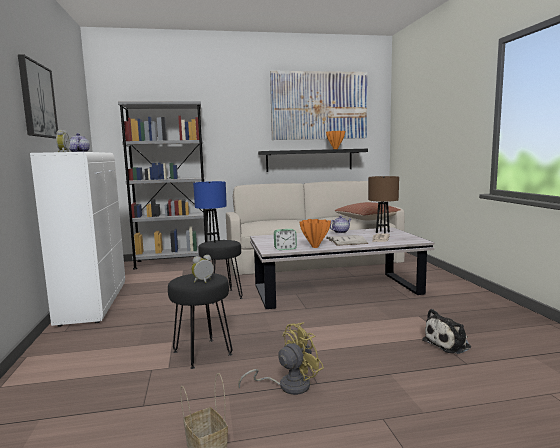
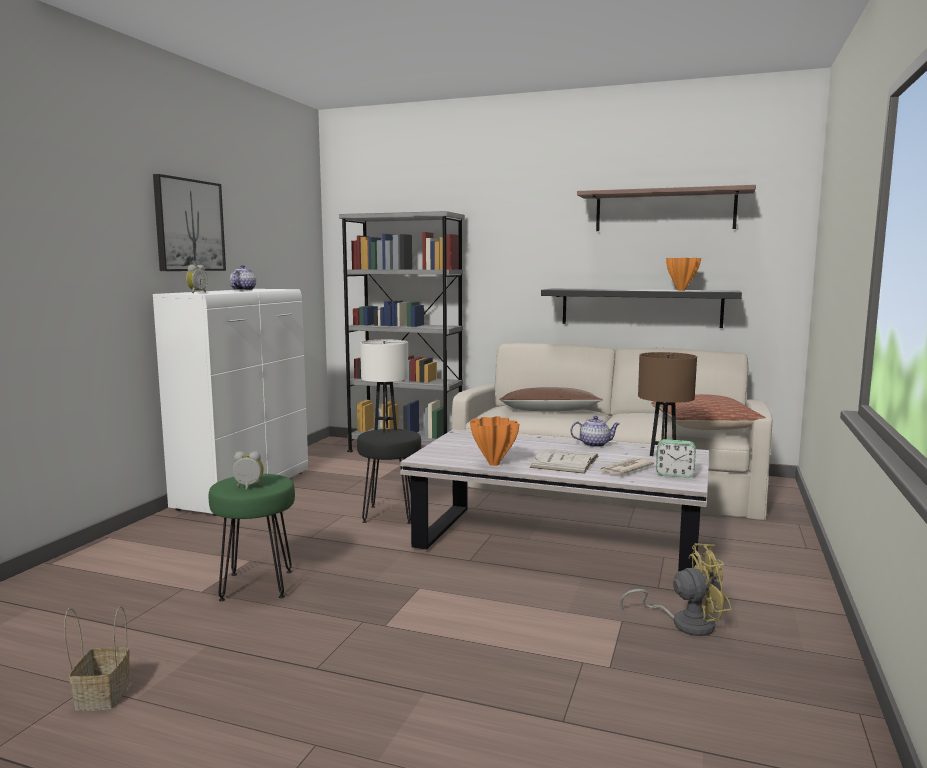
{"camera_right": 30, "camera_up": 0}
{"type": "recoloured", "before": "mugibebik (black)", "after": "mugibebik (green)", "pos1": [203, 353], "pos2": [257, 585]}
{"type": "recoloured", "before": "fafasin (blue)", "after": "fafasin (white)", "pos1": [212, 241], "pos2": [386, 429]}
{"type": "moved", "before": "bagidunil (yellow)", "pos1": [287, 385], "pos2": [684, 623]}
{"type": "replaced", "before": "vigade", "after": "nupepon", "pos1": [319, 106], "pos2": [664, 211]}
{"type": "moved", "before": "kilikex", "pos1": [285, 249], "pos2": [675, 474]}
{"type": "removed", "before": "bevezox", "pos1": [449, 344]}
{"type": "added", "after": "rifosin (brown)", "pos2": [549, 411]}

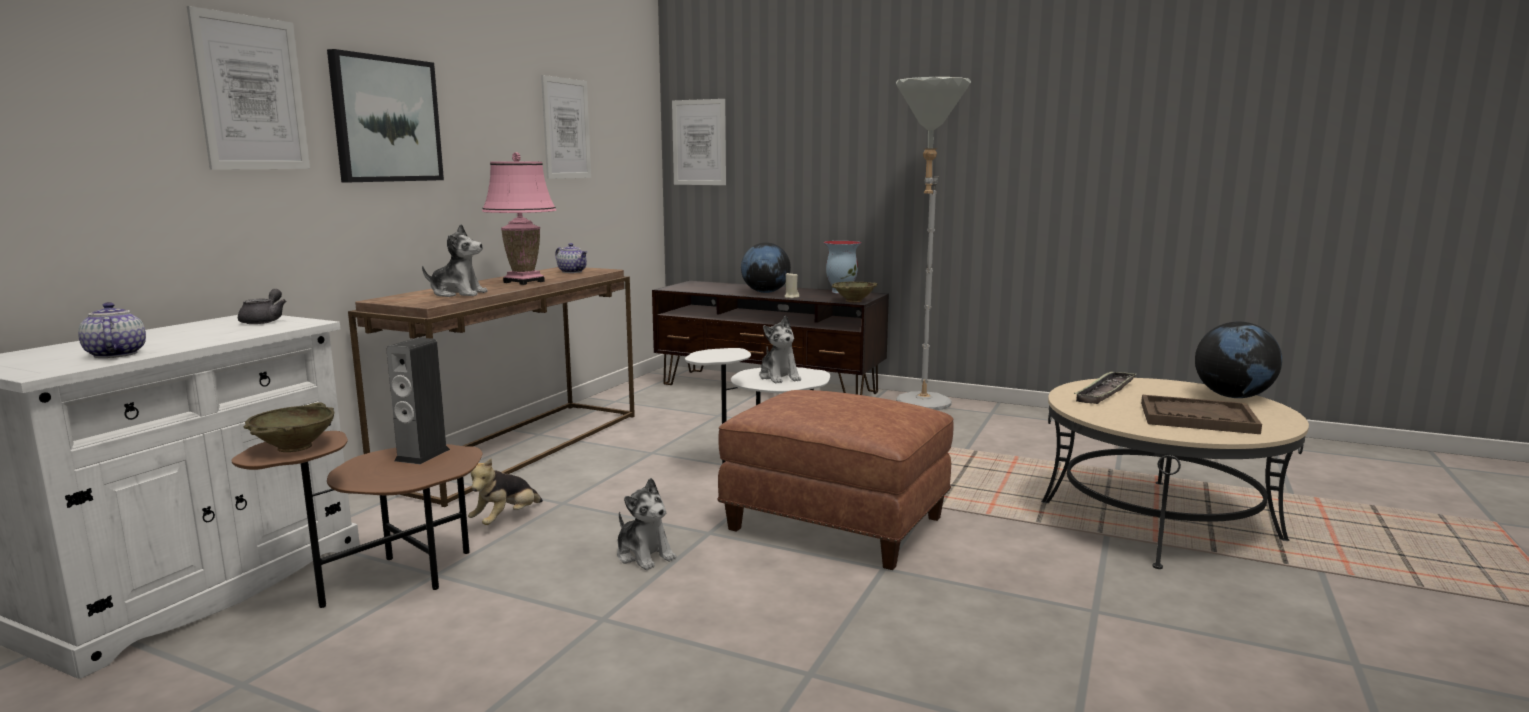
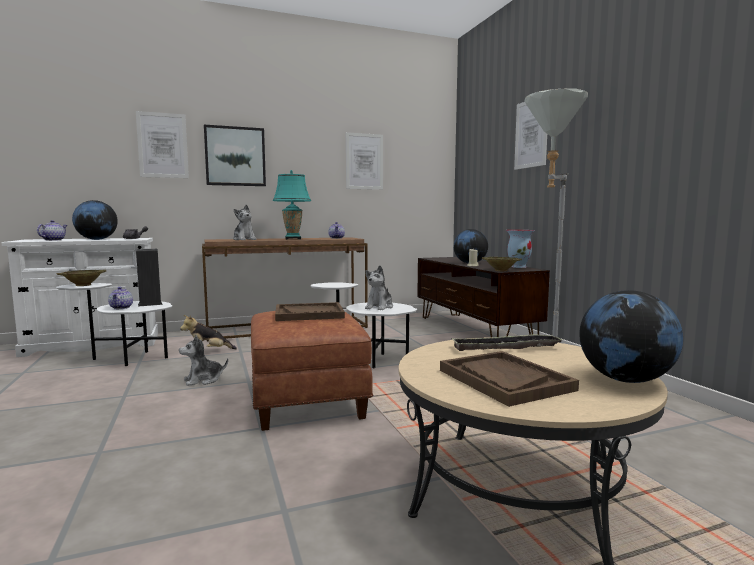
{"camera_right": 45, "camera_up": -5}
{"type": "recoloured", "before": "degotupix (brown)", "after": "degotupix (white)", "pos1": [391, 581], "pos2": [126, 359]}
{"type": "recoloured", "before": "fafasin (pink)", "after": "fafasin (turquoise)", "pos1": [524, 282], "pos2": [293, 239]}
{"type": "turned", "before": "bevezox", "pos1": [644, 555], "pos2": [203, 380], "turn": 60}
{"type": "moved", "before": "vigade", "pos1": [699, 142], "pos2": [531, 133]}
{"type": "added", "after": "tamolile", "pos2": [96, 239]}
{"type": "added", "after": "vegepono", "pos2": [122, 308]}
{"type": "added", "after": "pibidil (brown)", "pos2": [309, 314]}

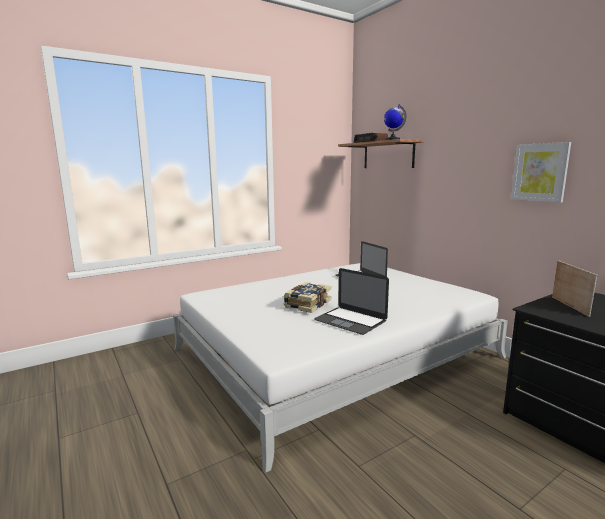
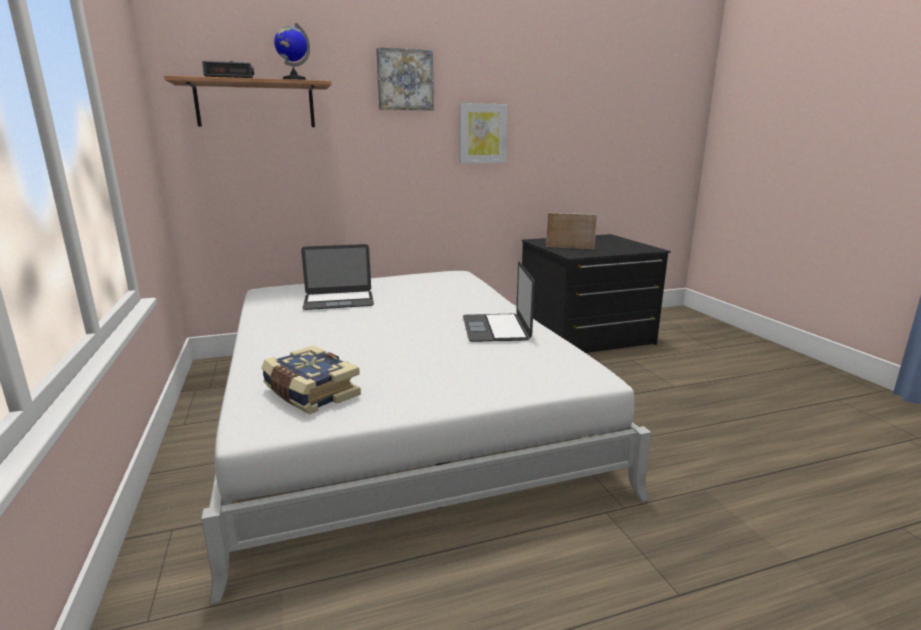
{"camera_right": -75, "camera_up": 5}
{"type": "moved", "before": "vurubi", "pos1": [307, 304], "pos2": [310, 393]}
{"type": "turned", "before": "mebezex", "pos1": [350, 320], "pos2": [496, 328], "turn": 120}
{"type": "added", "after": "vigade", "pos2": [404, 80]}

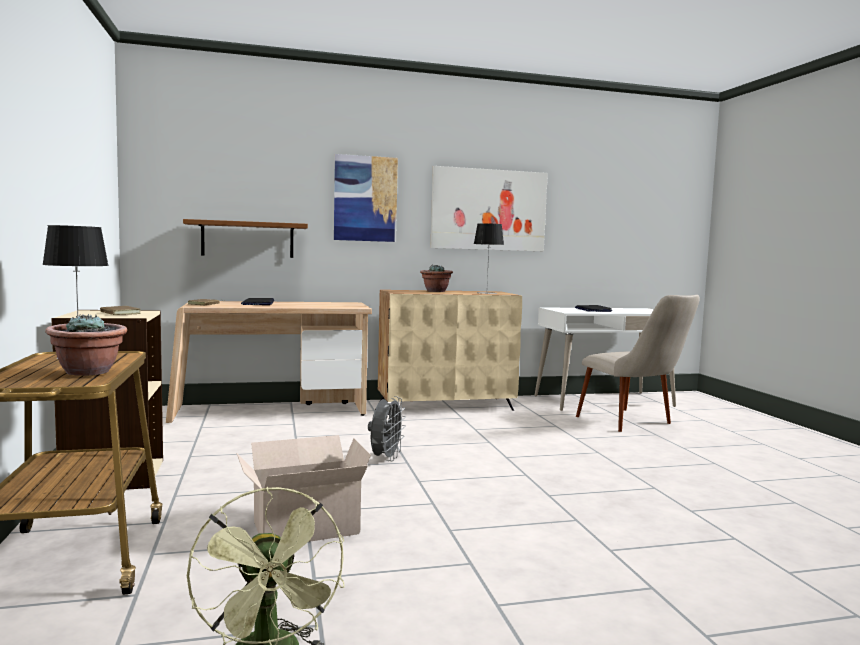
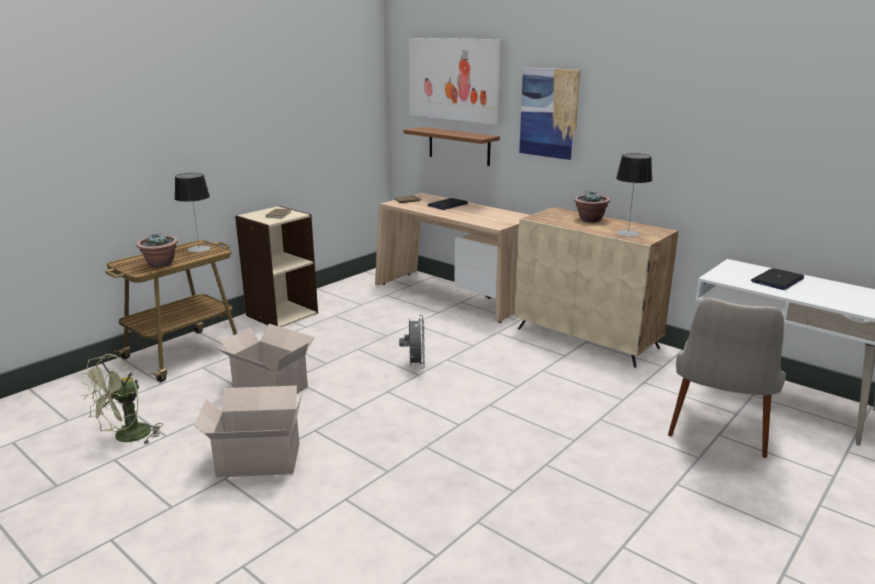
{"camera_right": 55, "camera_up": 15}
{"type": "turned", "before": "bagidunil (grey)", "pos1": [385, 458], "pos2": [415, 365], "turn": -75}
{"type": "moved", "before": "vigade", "pos1": [488, 210], "pos2": [454, 79]}
{"type": "added", "after": "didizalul", "pos2": [256, 460]}

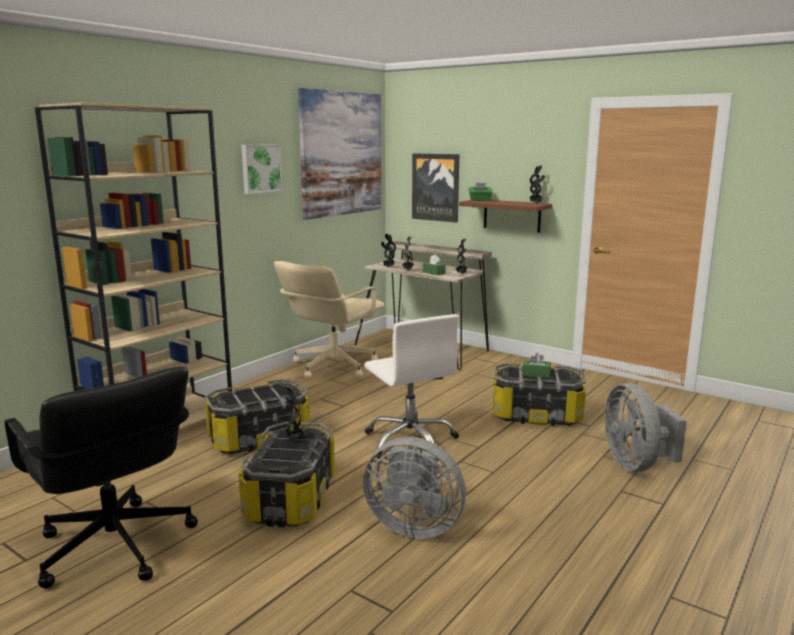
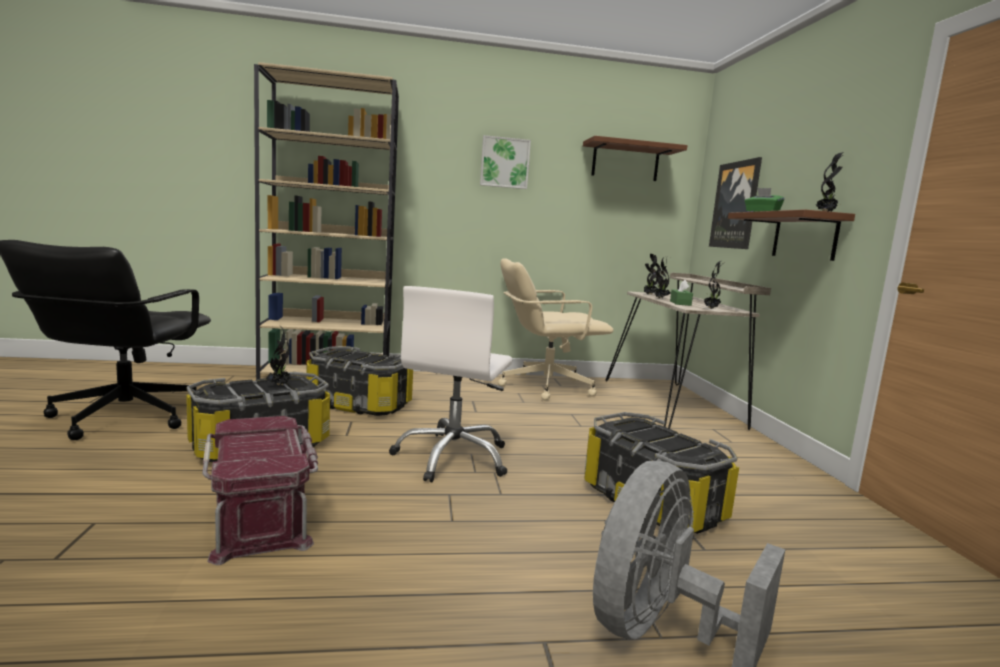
{"camera_right": 45, "camera_up": -5}
{"type": "replaced", "before": "vigade", "after": "nupepon (brown)", "pos1": [341, 154], "pos2": [625, 162]}
{"type": "replaced", "before": "bagidunil (grey)", "after": "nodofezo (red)", "pos1": [413, 526], "pos2": [262, 514]}
{"type": "removed", "before": "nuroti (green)", "pos1": [536, 374]}

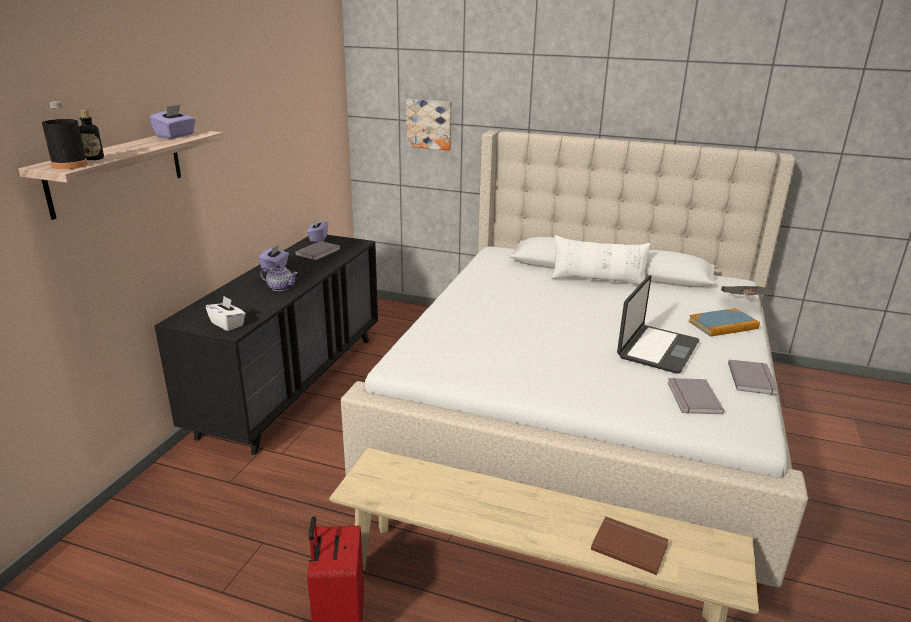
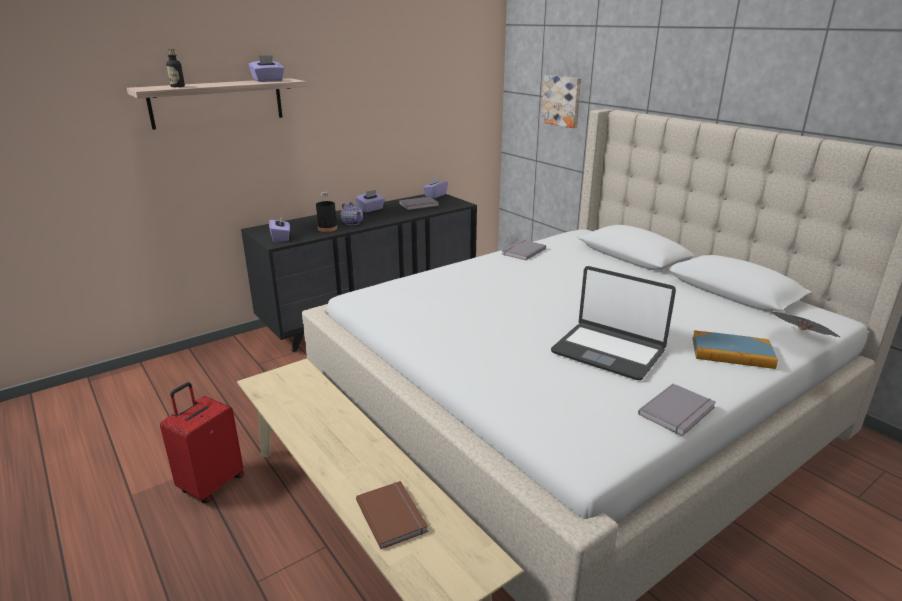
{"camera_right": 35, "camera_up": 0}
{"type": "moved", "before": "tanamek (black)", "pos1": [70, 165], "pos2": [327, 228]}
{"type": "recoloured", "before": "nuroti (white)", "after": "nuroti (purple)", "pos1": [227, 324], "pos2": [281, 238]}
{"type": "removed", "before": "rifosin (white)", "pos1": [597, 280]}
{"type": "turned", "before": "mebezex", "pos1": [657, 349], "pos2": [608, 351], "turn": 60}
{"type": "moved", "before": "vurubi (grey)", "pos1": [692, 398], "pos2": [522, 251]}

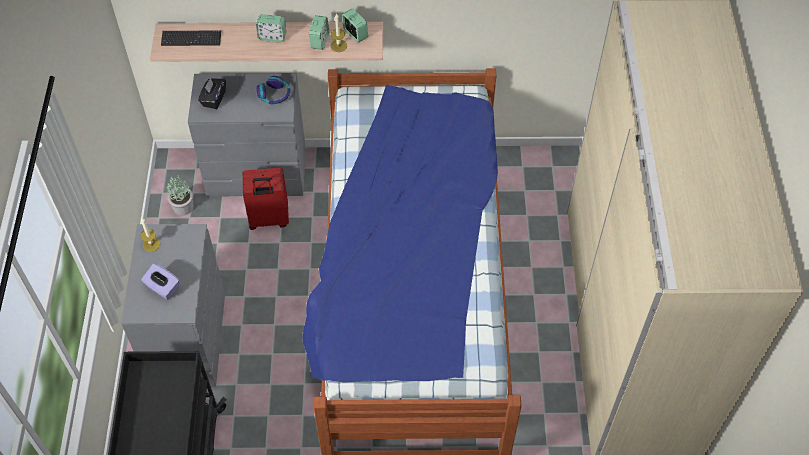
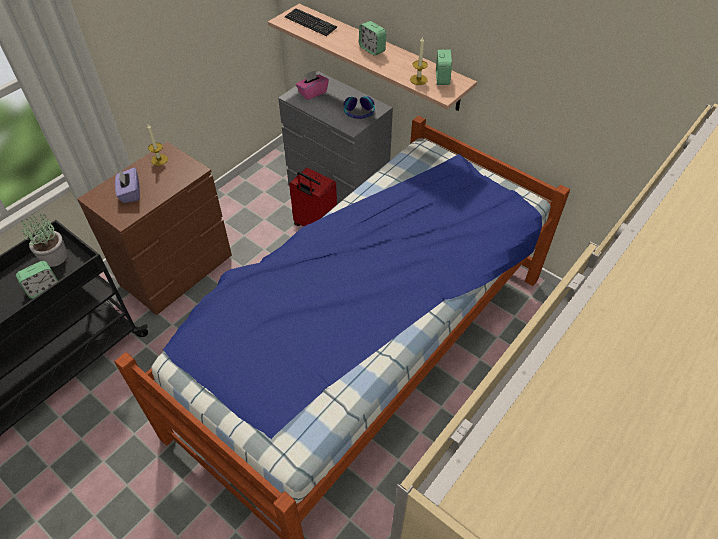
{"camera_right": 40, "camera_up": -5}
{"type": "recoloured", "before": "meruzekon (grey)", "after": "meruzekon (brown)", "pos1": [189, 339], "pos2": [177, 270]}
{"type": "moved", "before": "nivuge", "pos1": [183, 207], "pos2": [54, 256]}
{"type": "recoloured", "before": "nuroti (black)", "after": "nuroti (pink)", "pos1": [213, 99], "pos2": [312, 93]}
{"type": "moved", "before": "kilikex", "pos1": [319, 41], "pos2": [43, 288]}

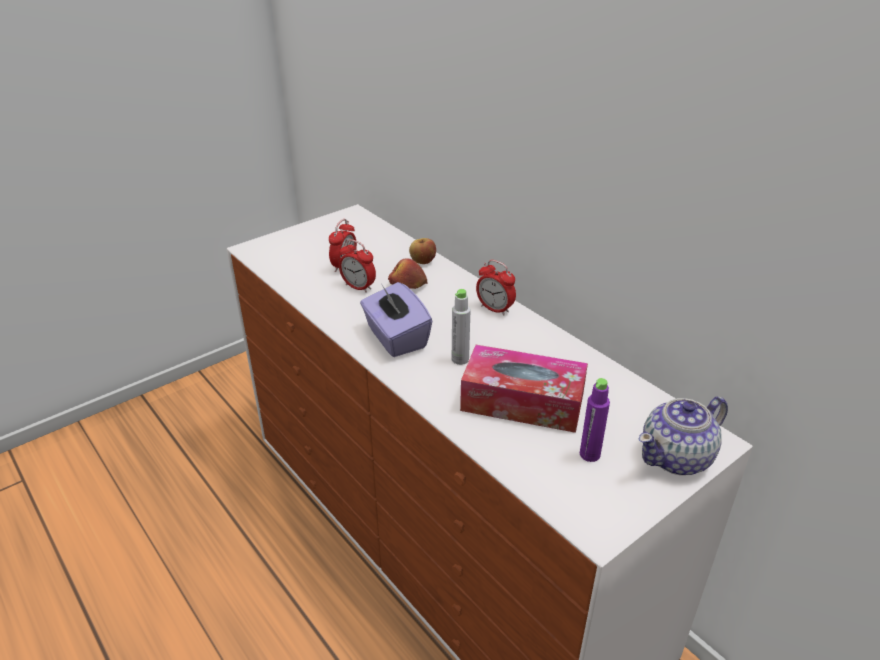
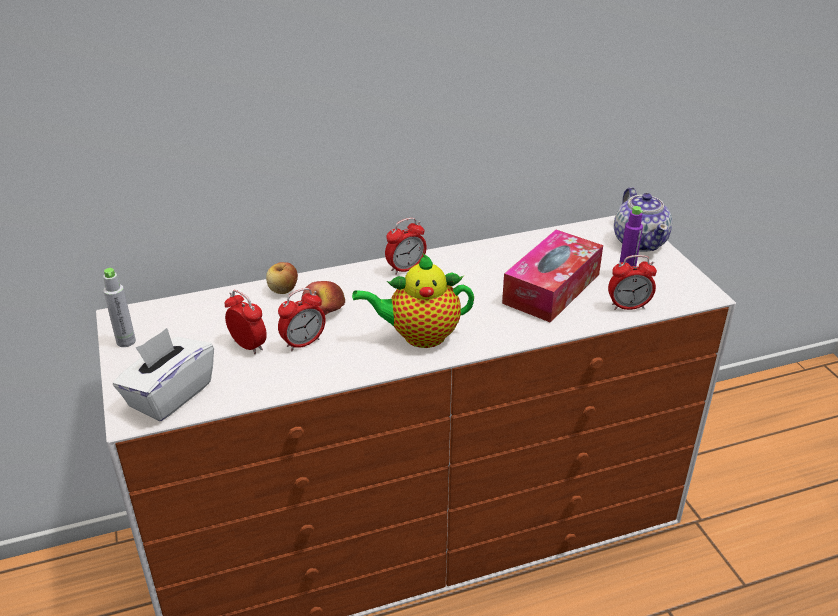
{"camera_right": -70, "camera_up": 0}
{"type": "replaced", "before": "nuroti (purple)", "after": "vegepono", "pos1": [395, 338], "pos2": [419, 336]}
{"type": "moved", "before": "tanamek (grey)", "pos1": [460, 359], "pos2": [126, 341]}
{"type": "added", "after": "nuroti (white)", "pos2": [169, 395]}
{"type": "added", "after": "kilikex", "pos2": [628, 306]}

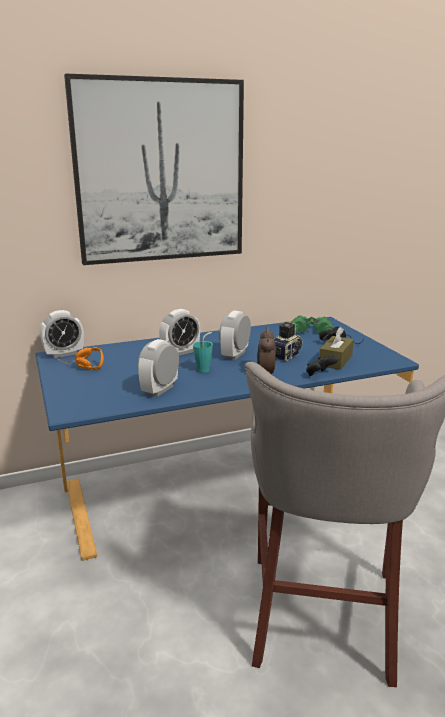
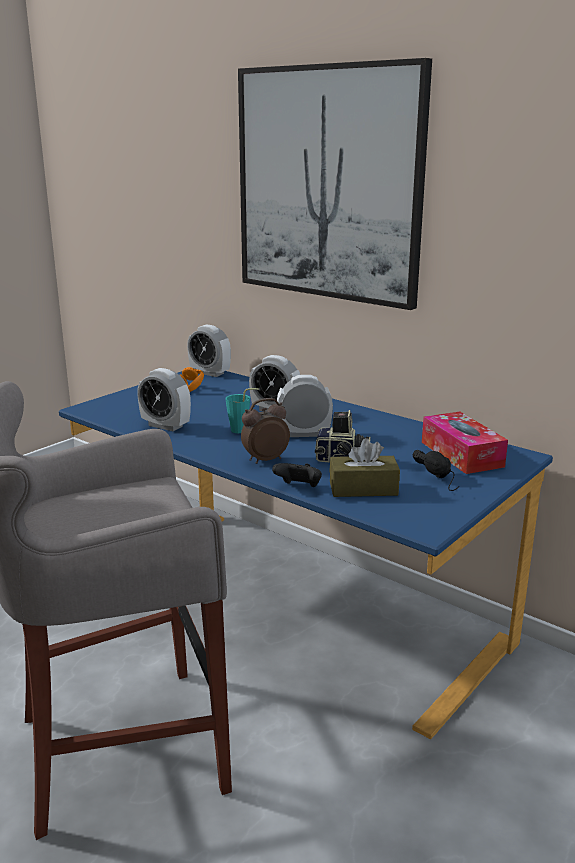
{"camera_right": 60, "camera_up": 0}
{"type": "turned", "before": "kilikex", "pos1": [160, 390], "pos2": [165, 426], "turn": -150}
{"type": "replaced", "before": "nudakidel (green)", "after": "nuroti", "pos1": [311, 330], "pos2": [461, 454]}

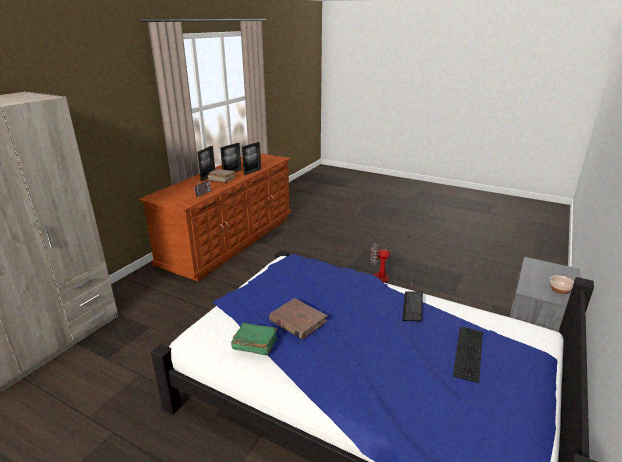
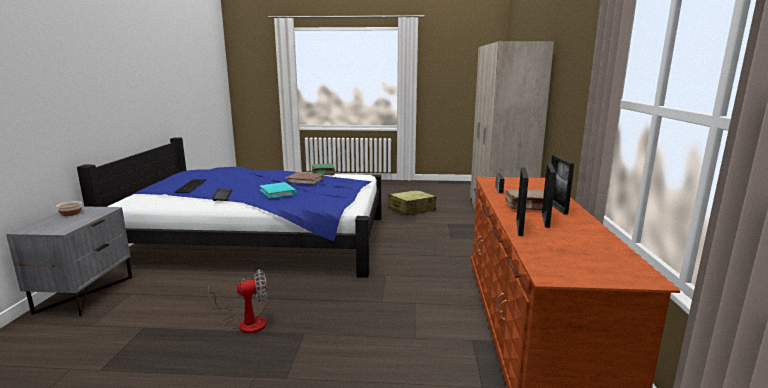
{"camera_right": 155, "camera_up": -10}
{"type": "added", "after": "vurubi (turquoise)", "pos2": [278, 192]}
{"type": "added", "after": "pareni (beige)", "pos2": [411, 210]}

